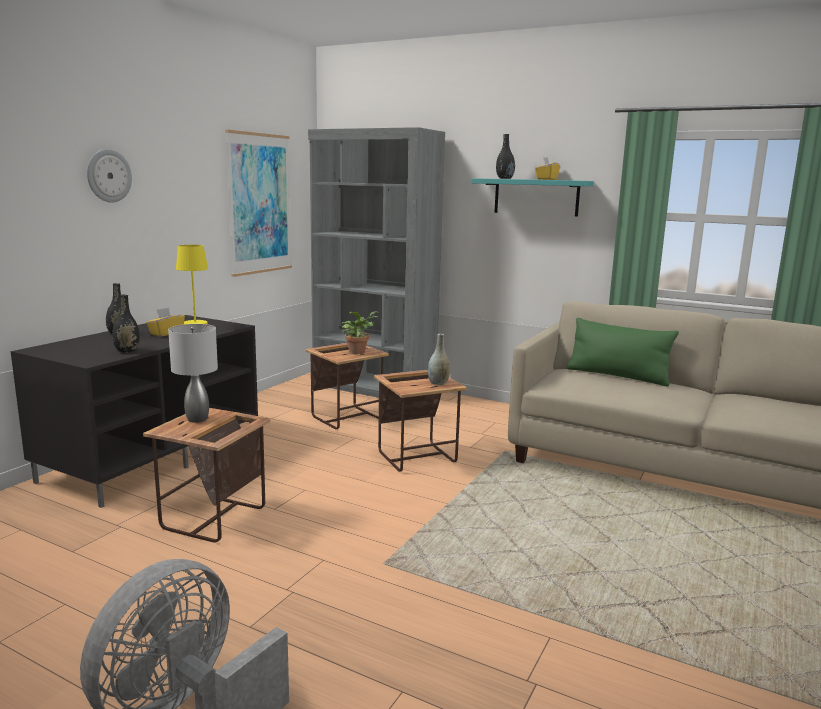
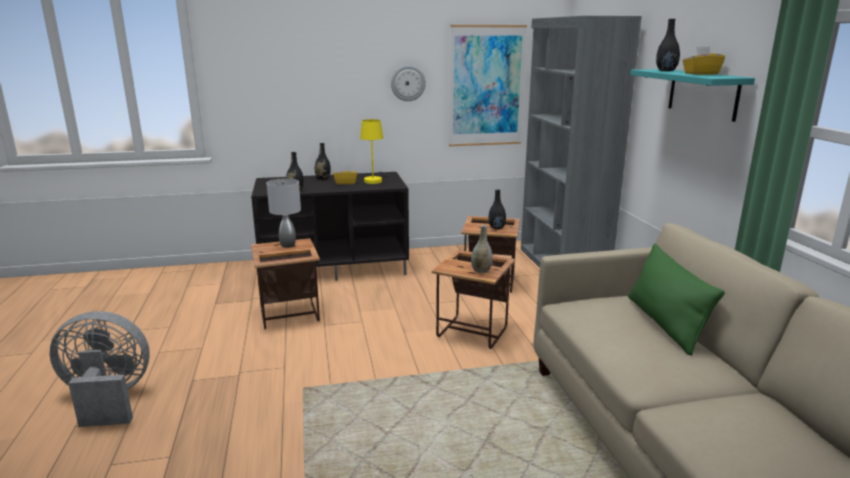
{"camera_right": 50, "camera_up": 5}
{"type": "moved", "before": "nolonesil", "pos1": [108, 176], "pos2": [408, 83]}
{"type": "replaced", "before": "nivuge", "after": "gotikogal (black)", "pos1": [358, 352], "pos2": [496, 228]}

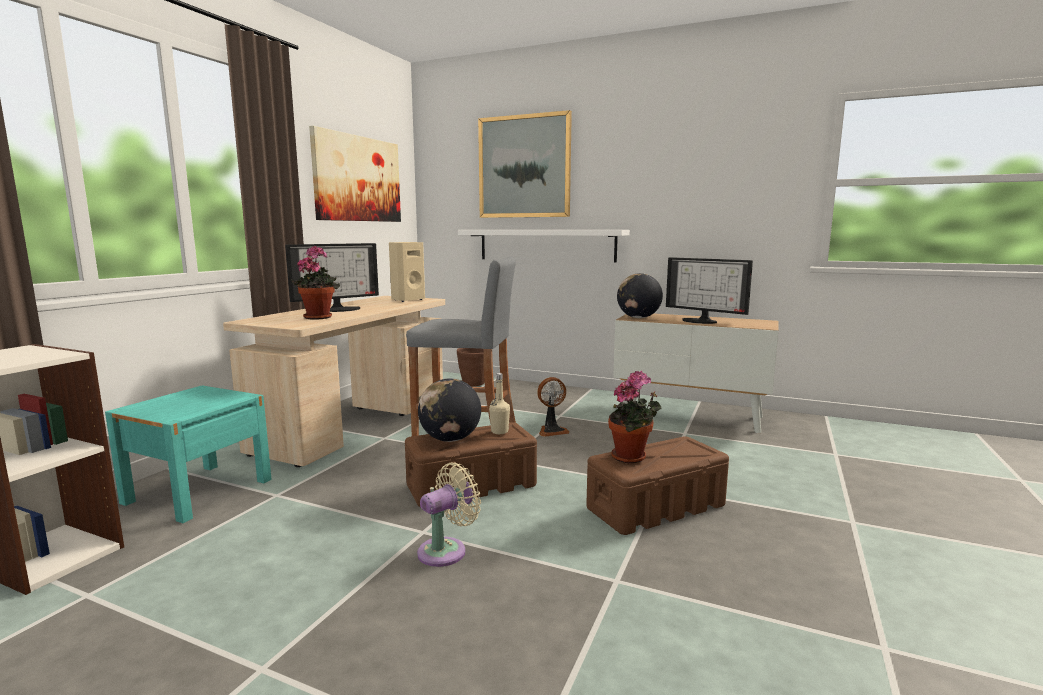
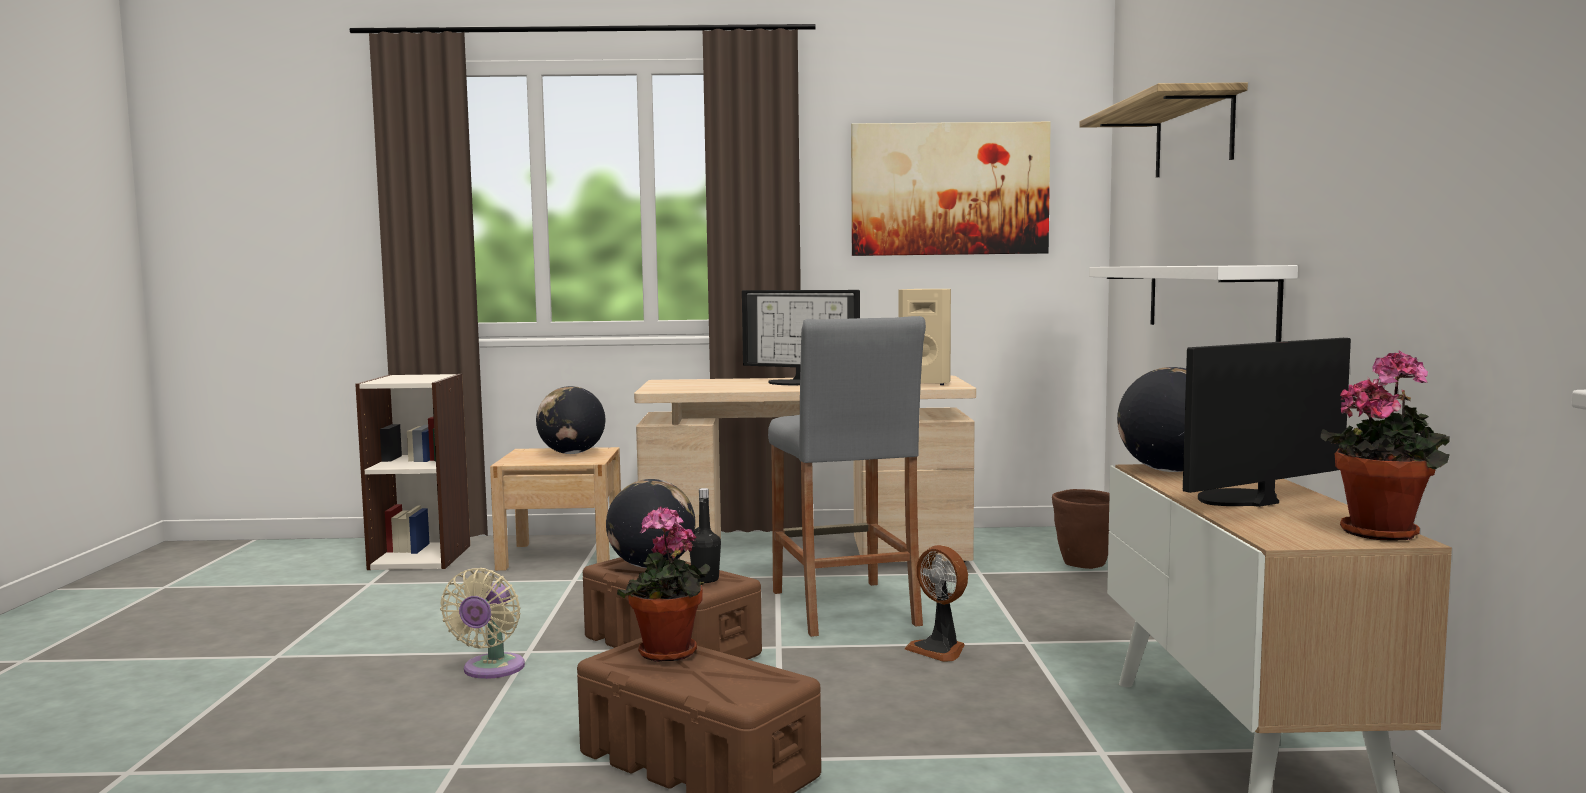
{"camera_right": 65, "camera_up": -5}
{"type": "recoloured", "before": "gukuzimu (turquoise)", "after": "gukuzimu (beige)", "pos1": [198, 491], "pos2": [561, 556]}
{"type": "moved", "before": "nivuge", "pos1": [319, 317], "pos2": [1384, 532]}
{"type": "turned", "before": "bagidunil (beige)", "pos1": [446, 550], "pos2": [491, 670], "turn": 75}
{"type": "replaced", "before": "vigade", "after": "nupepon", "pos1": [524, 167], "pos2": [1193, 136]}
{"type": "recoloured", "before": "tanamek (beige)", "after": "tanamek (black)", "pos1": [499, 431], "pos2": [705, 579]}
{"type": "turned", "before": "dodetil", "pos1": [701, 320], "pos2": [1244, 500], "turn": 45}
{"type": "added", "after": "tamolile", "pos2": [571, 453]}

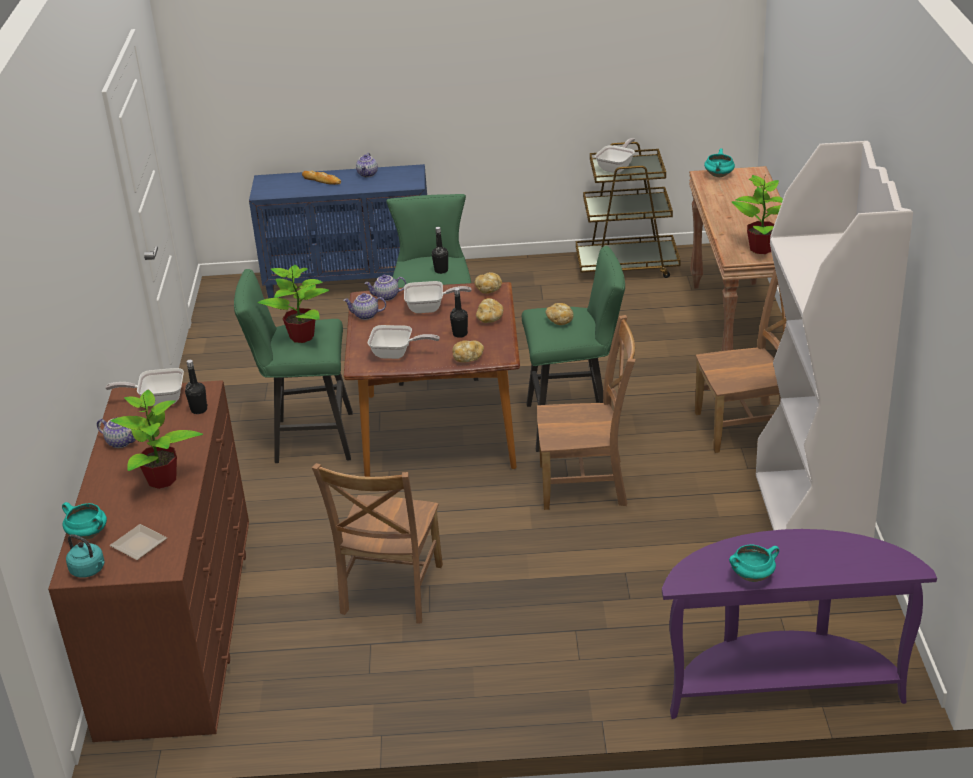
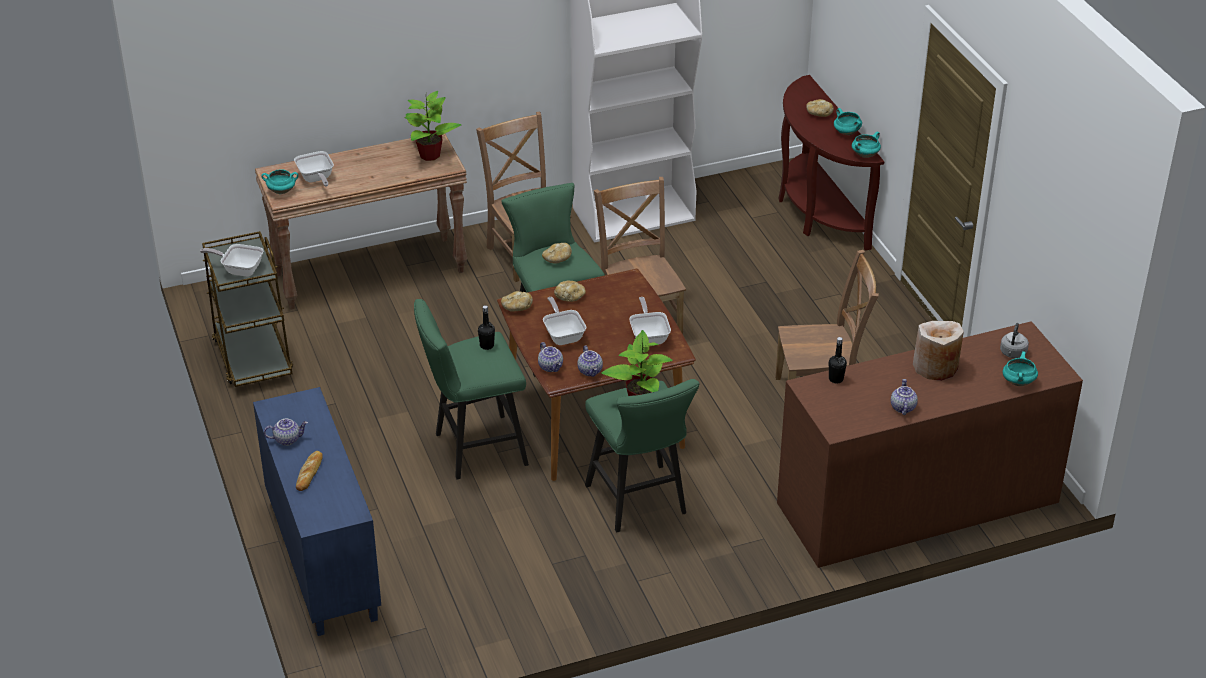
{"camera_right": -110, "camera_up": 5}
{"type": "removed", "before": "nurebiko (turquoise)", "pos1": [89, 570]}
{"type": "moved", "before": "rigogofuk", "pos1": [158, 400], "pos2": [316, 179]}
{"type": "replaced", "before": "nivuge", "after": "gotikogal (beige)", "pos1": [162, 480], "pos2": [935, 367]}
{"type": "replaced", "before": "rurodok", "after": "nurebiko (grey)", "pos1": [137, 545], "pos2": [1012, 354]}
{"type": "removed", "before": "tanamek (black)", "pos1": [460, 334]}
{"type": "moved", "before": "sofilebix", "pos1": [468, 357], "pos2": [818, 114]}
{"type": "recoloured", "before": "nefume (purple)", "after": "nefume (brown)", "pos1": [782, 685], "pos2": [817, 211]}
{"type": "added", "after": "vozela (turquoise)", "pos2": [865, 154]}

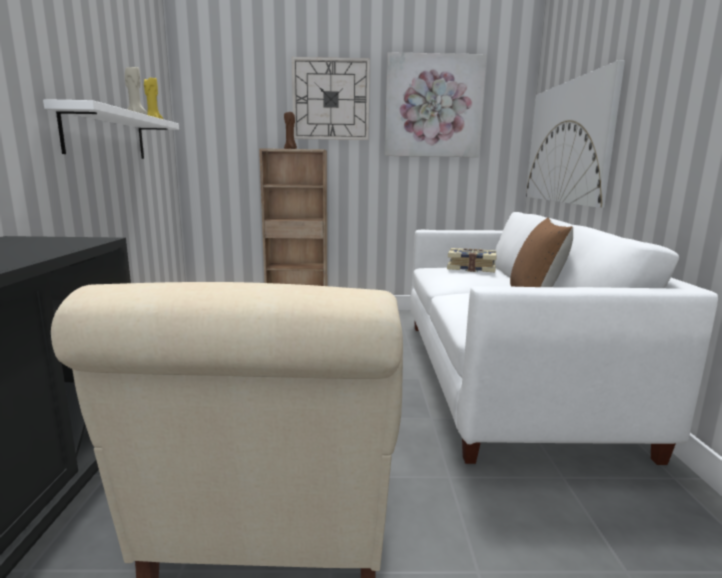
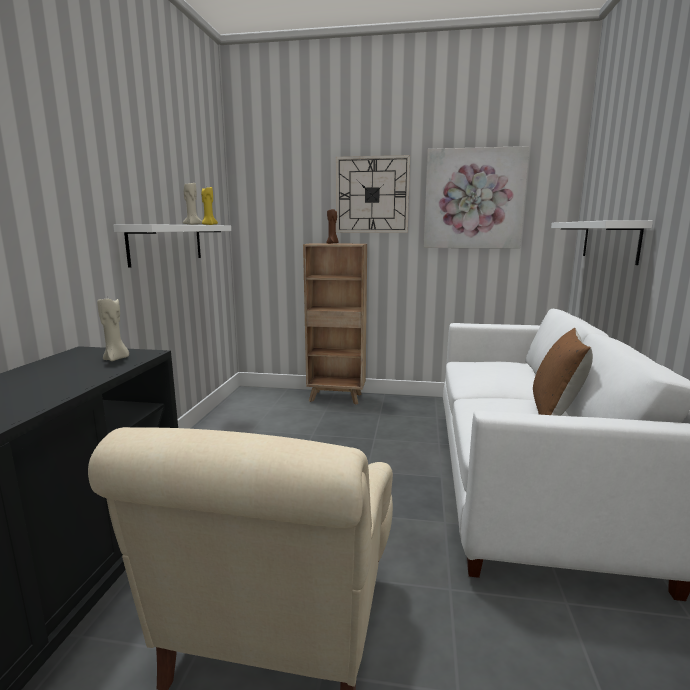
{"camera_right": 10, "camera_up": 0}
{"type": "removed", "before": "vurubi", "pos1": [471, 268]}
{"type": "replaced", "before": "vigade", "after": "nupepon (white)", "pos1": [567, 142], "pos2": [609, 241]}
{"type": "added", "after": "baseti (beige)", "pos2": [116, 359]}

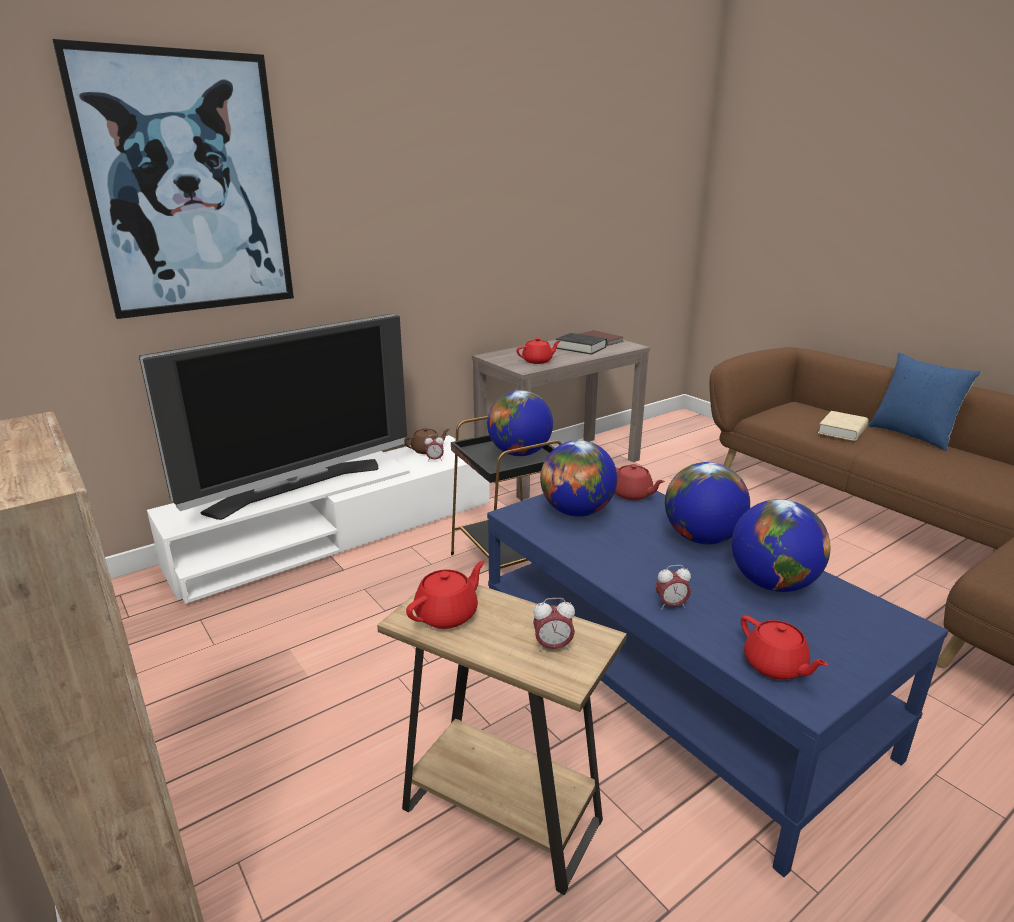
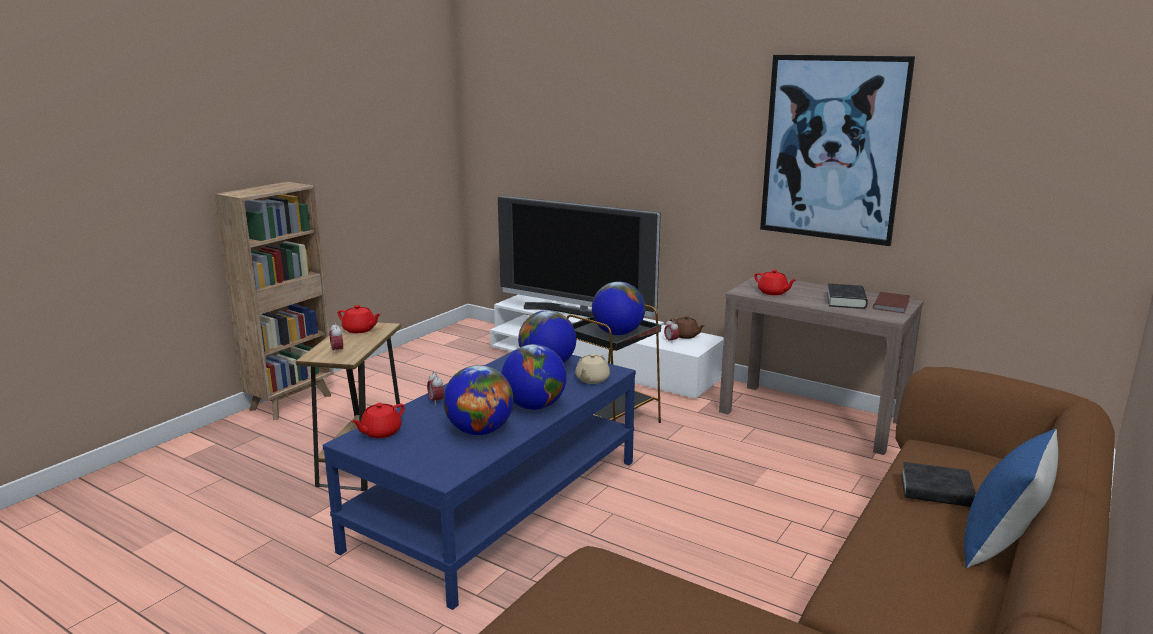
{"camera_right": 70, "camera_up": -5}
{"type": "moved", "before": "vigade", "pos1": [188, 186], "pos2": [832, 149]}
{"type": "recoloured", "before": "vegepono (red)", "after": "vegepono (beige)", "pos1": [632, 494], "pos2": [591, 379]}
{"type": "recoloured", "before": "vurubi (beige)", "after": "vurubi (black)", "pos1": [842, 430], "pos2": [936, 491]}

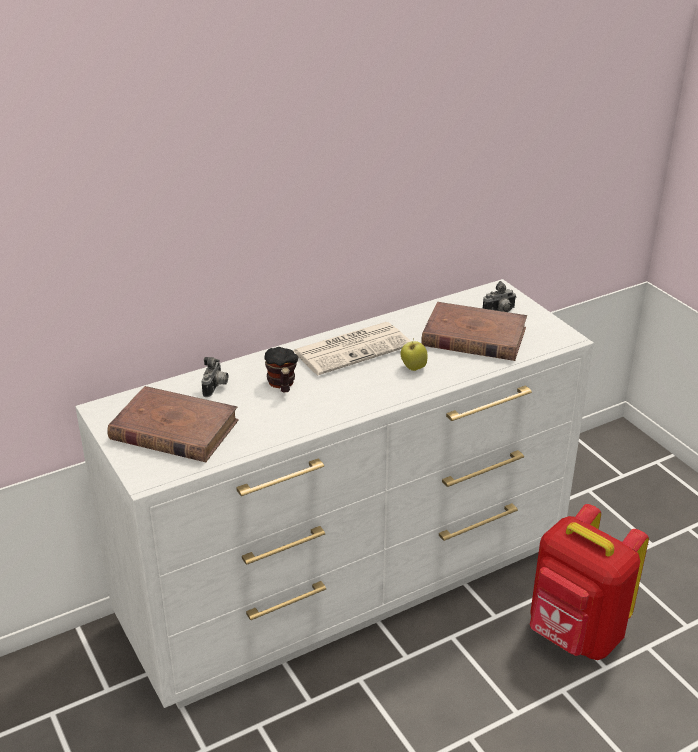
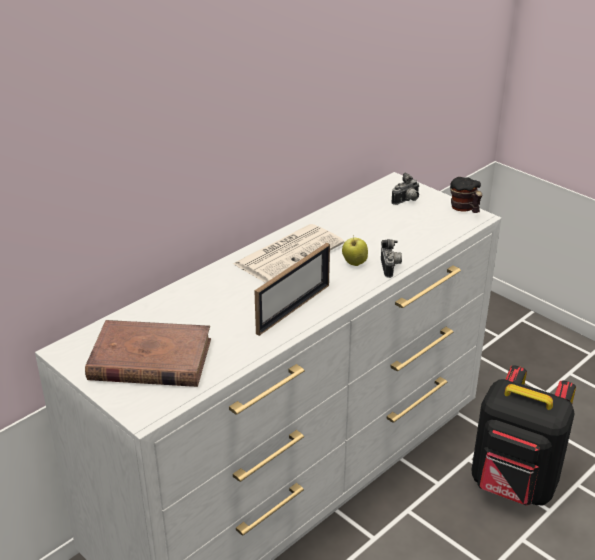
{"camera_right": -15, "camera_up": 0}
{"type": "moved", "before": "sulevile", "pos1": [216, 387], "pos2": [390, 268]}
{"type": "moved", "before": "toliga", "pos1": [282, 386], "pos2": [464, 209]}
{"type": "removed", "before": "vurubi (brown)", "pos1": [473, 337]}
{"type": "recoloured", "before": "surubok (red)", "after": "surubok (black)", "pos1": [575, 635], "pos2": [513, 486]}
{"type": "added", "after": "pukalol", "pos2": [293, 309]}

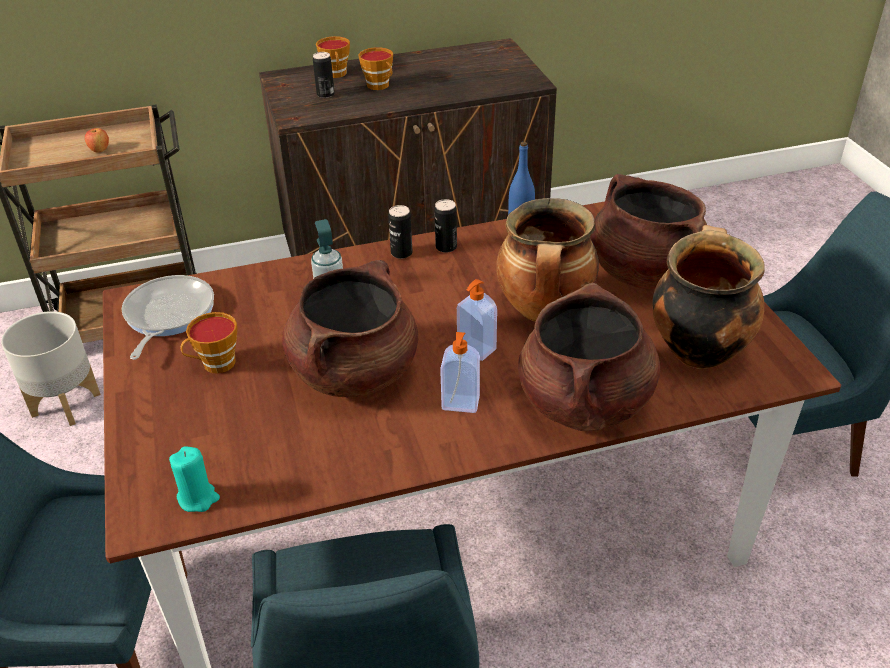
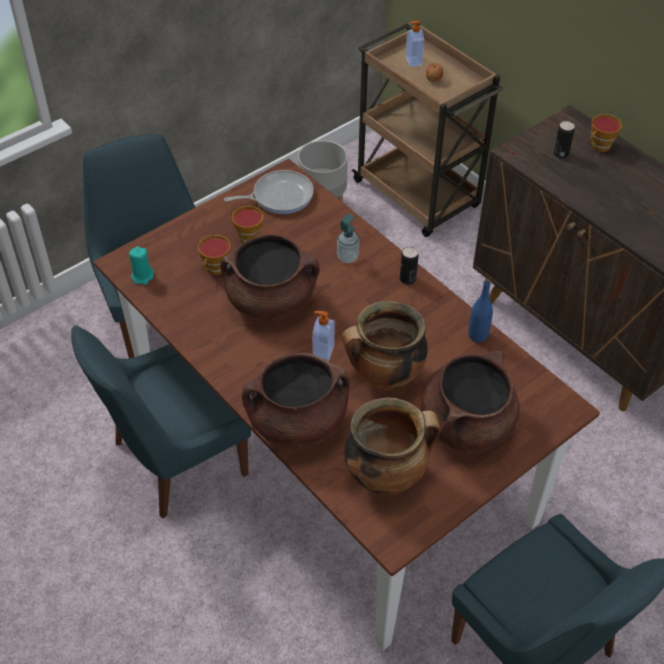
{"camera_right": 65, "camera_up": 10}
{"type": "moved", "before": "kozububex", "pos1": [380, 86], "pos2": [215, 269]}
{"type": "removed", "before": "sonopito", "pos1": [446, 247]}
{"type": "moved", "before": "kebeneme", "pos1": [460, 404], "pos2": [412, 61]}

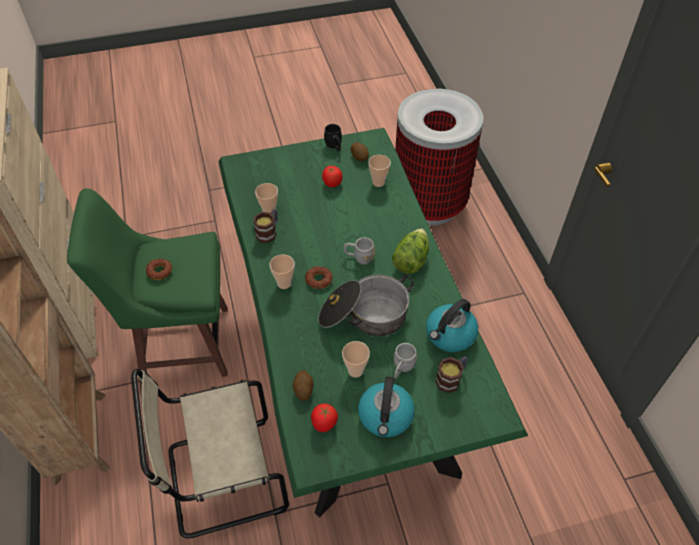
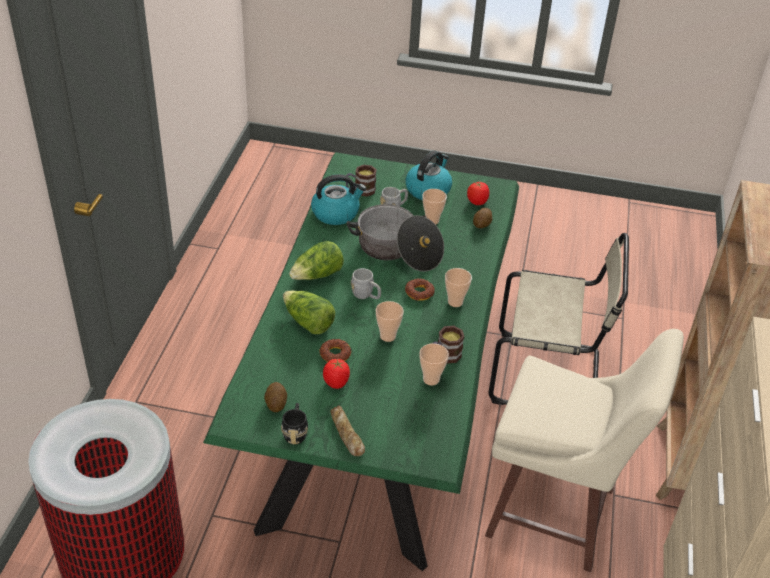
{"camera_right": -155, "camera_up": -10}
{"type": "recoloured", "before": "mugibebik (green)", "after": "mugibebik (beige)", "pos1": [182, 344], "pos2": [554, 515]}
{"type": "moved", "before": "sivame", "pos1": [159, 271], "pos2": [335, 354]}
{"type": "moved", "before": "kozububex", "pos1": [378, 182], "pos2": [387, 336]}
{"type": "added", "after": "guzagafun", "pos2": [308, 322]}
{"type": "added", "after": "sofilebix", "pos2": [346, 434]}

